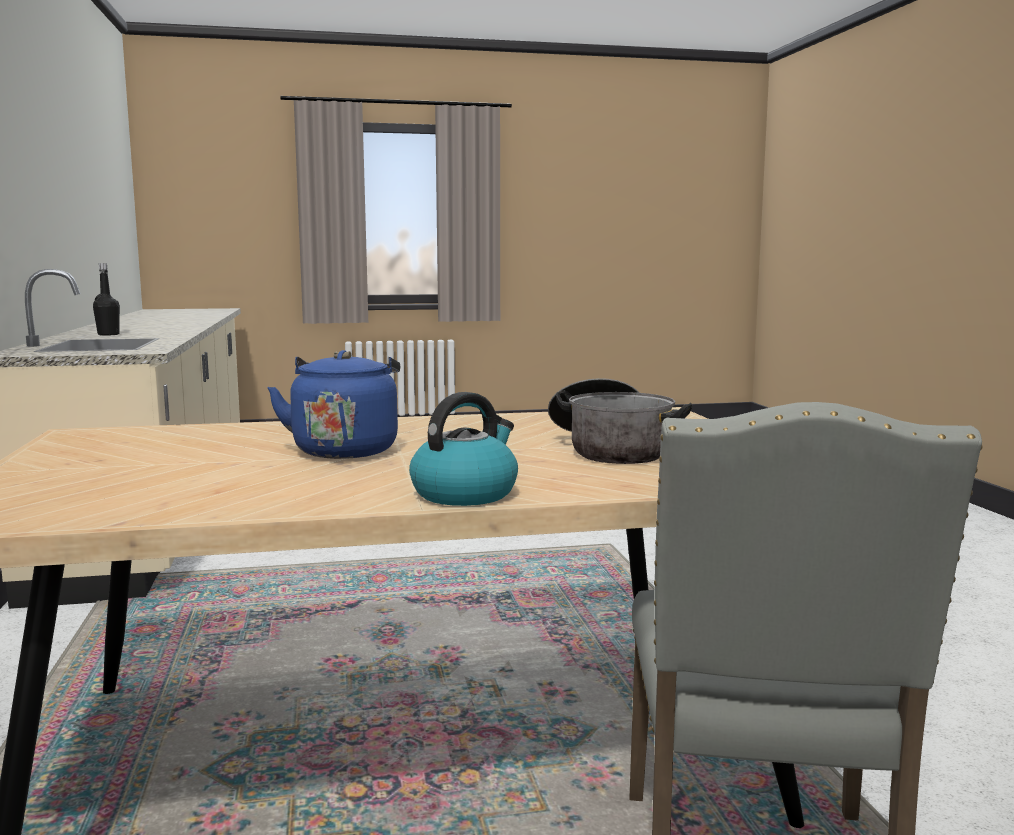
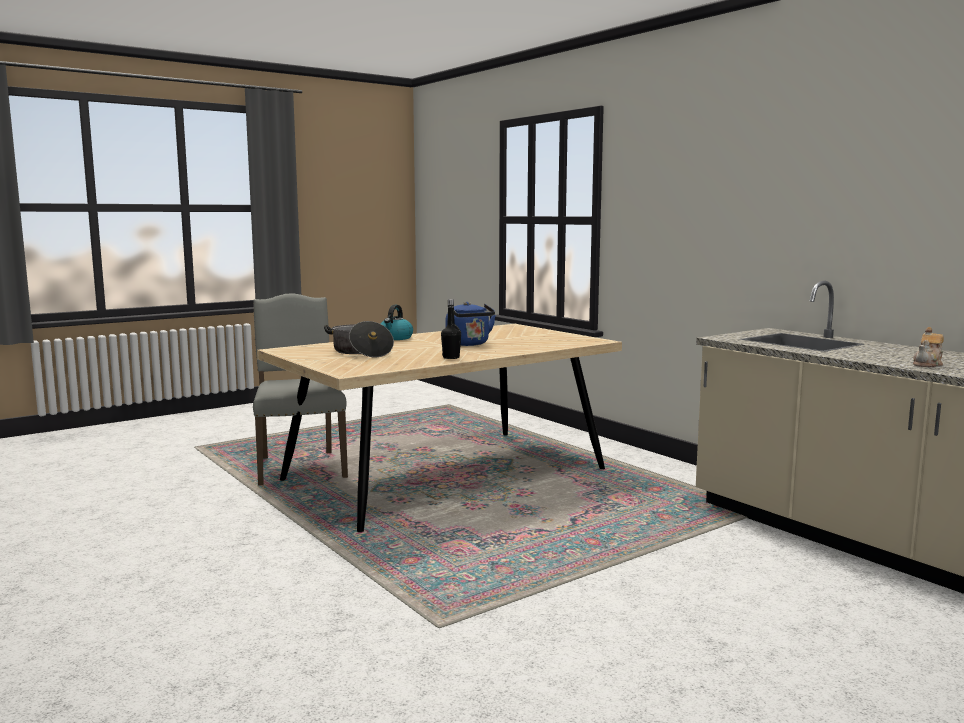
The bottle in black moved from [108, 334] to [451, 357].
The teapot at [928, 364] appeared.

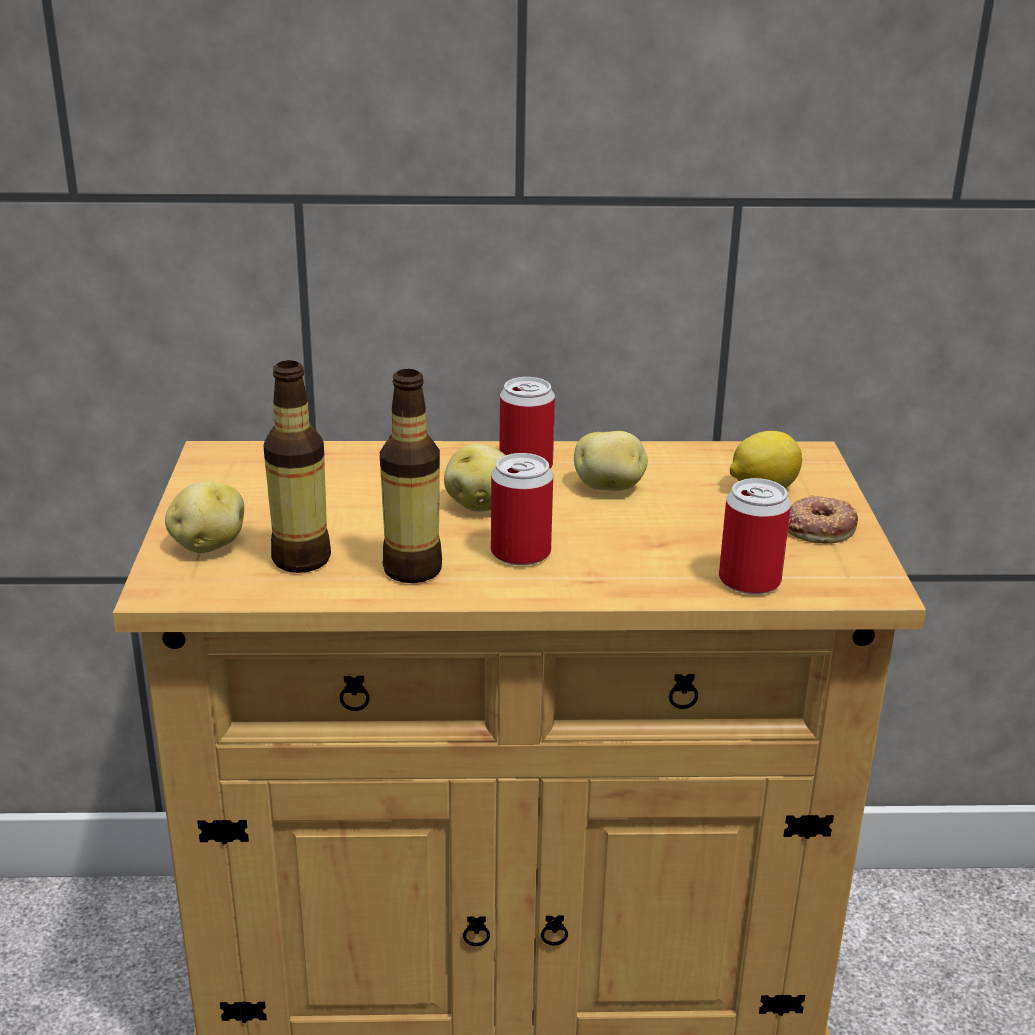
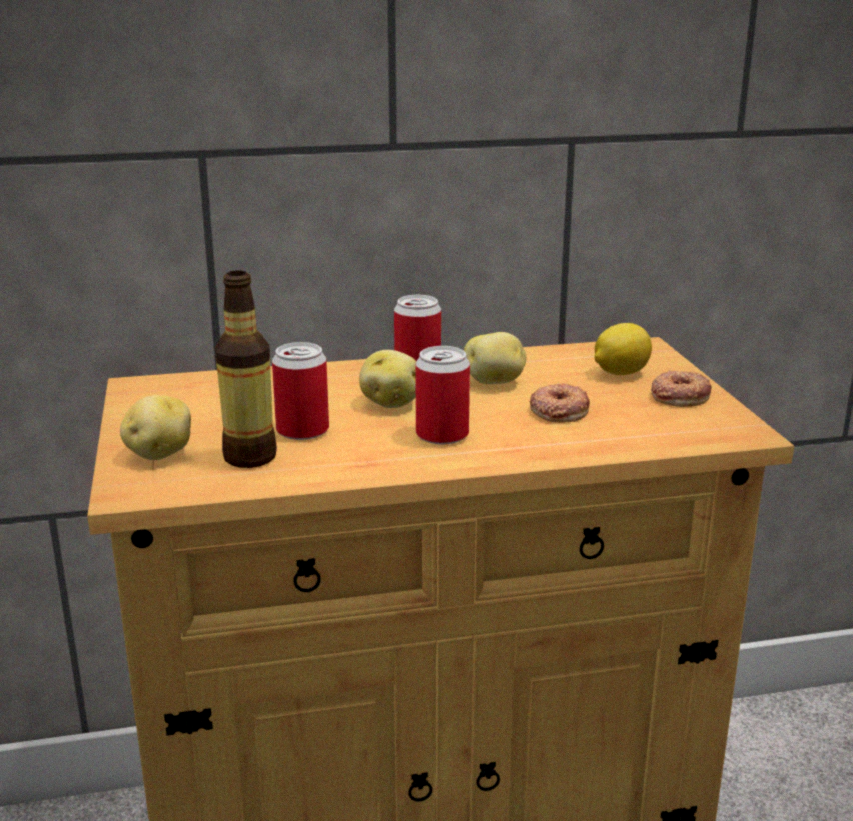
The can moved from [749, 580] to [302, 431].
The donut at [558, 410] appeared.
The bottle at [412, 569] disappeared.

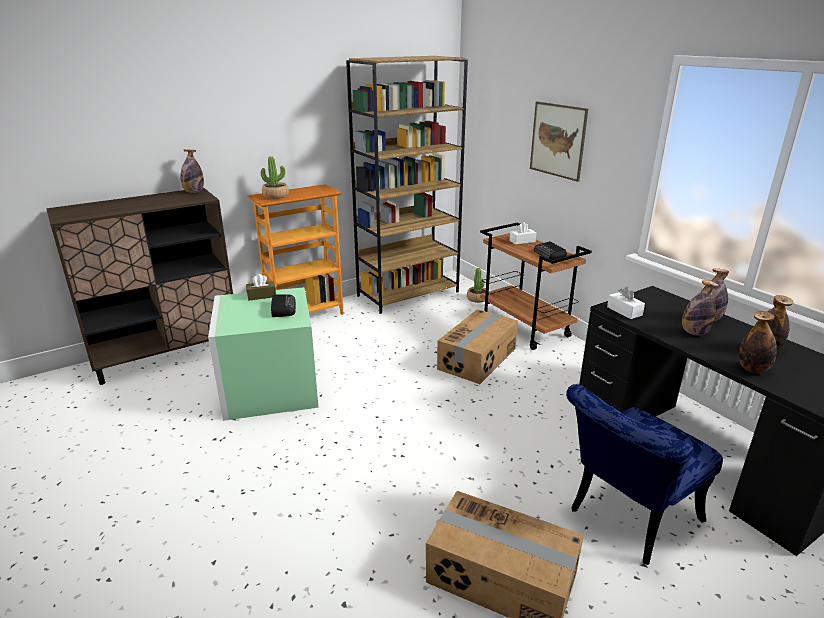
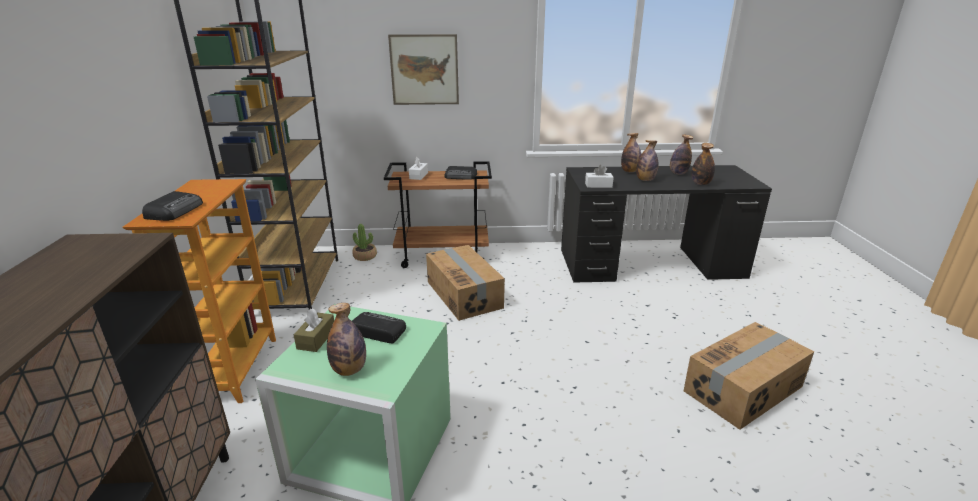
The potted plant at [276, 196] was replaced by the radio at [175, 211].
The bottle moved from [194, 192] to [349, 370].
The chair in blue at [626, 518] disappeared.

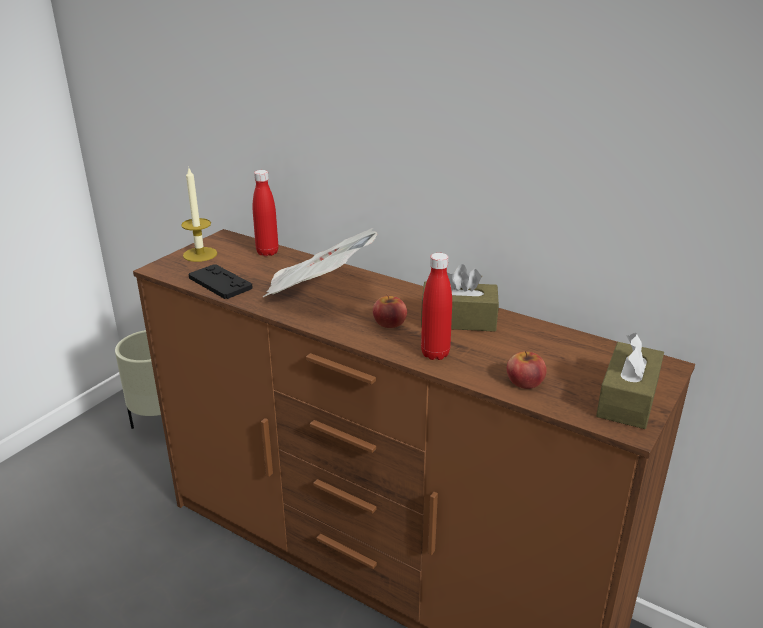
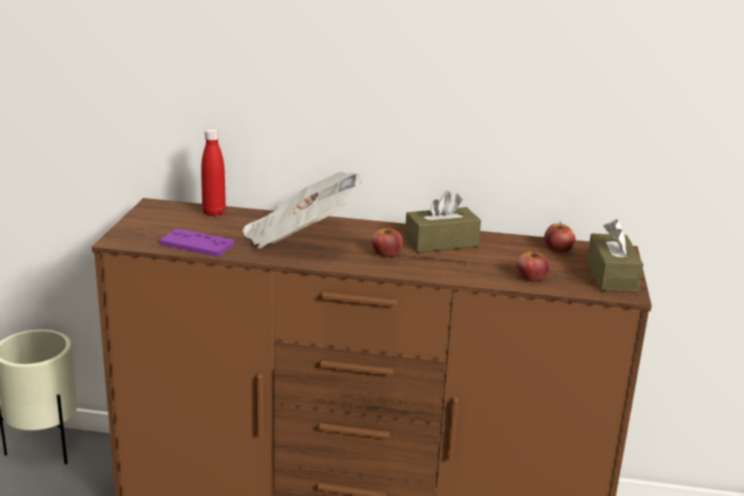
The game controller in black at [220, 283] became the game controller in purple at [197, 244].
The apple at [558, 248] appeared.
The candle at [200, 254] disappeared.
The bottle in red at [435, 354] disappeared.

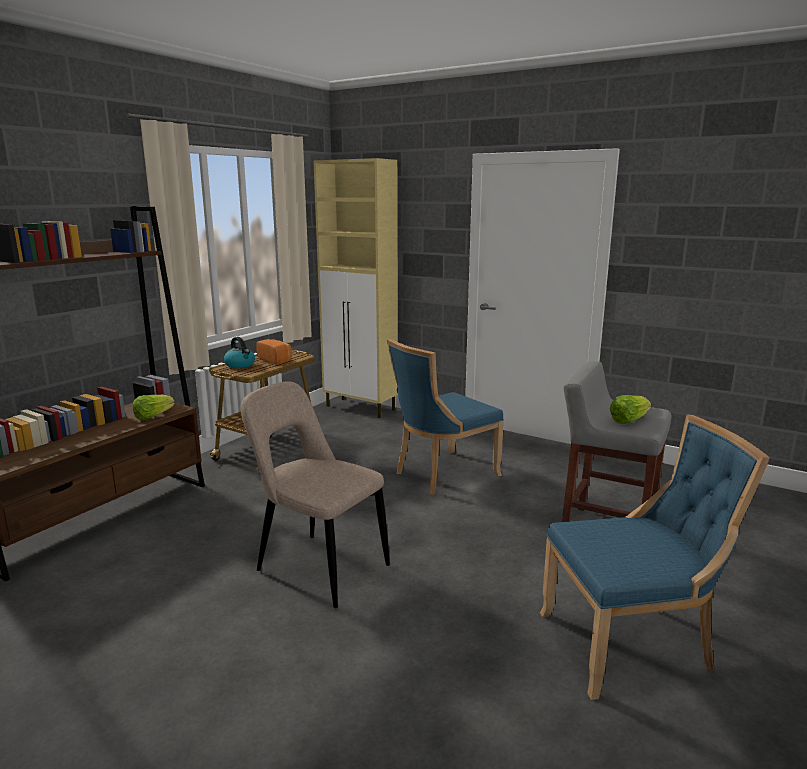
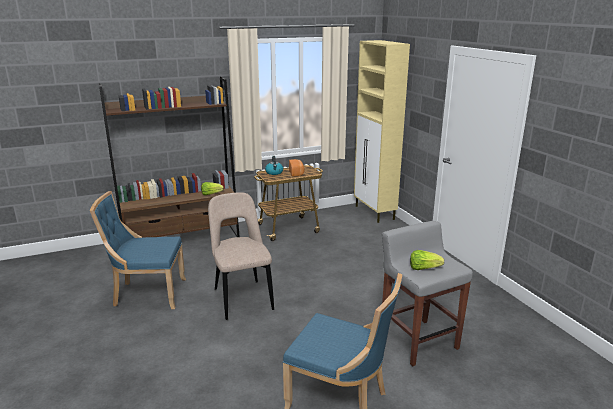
The chair in blue moved from [442, 474] to [147, 294].

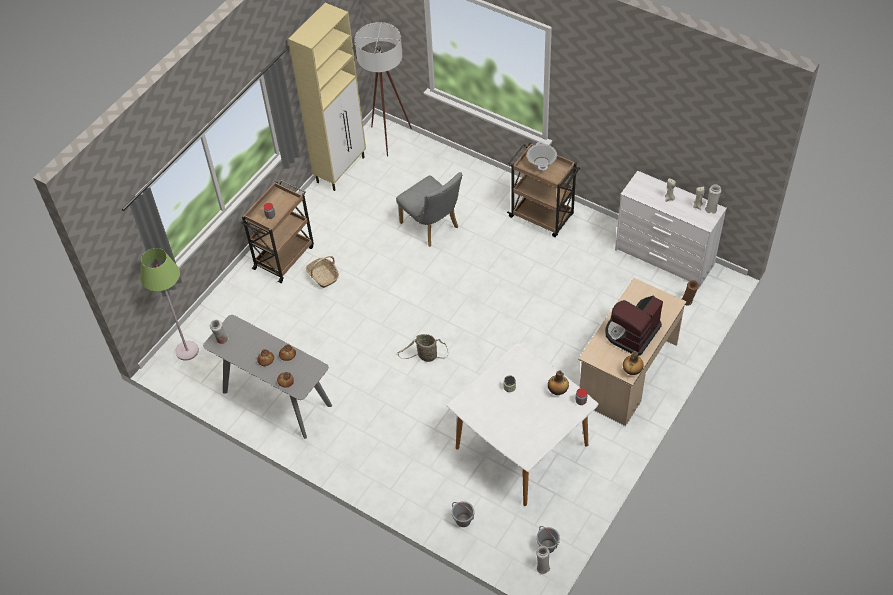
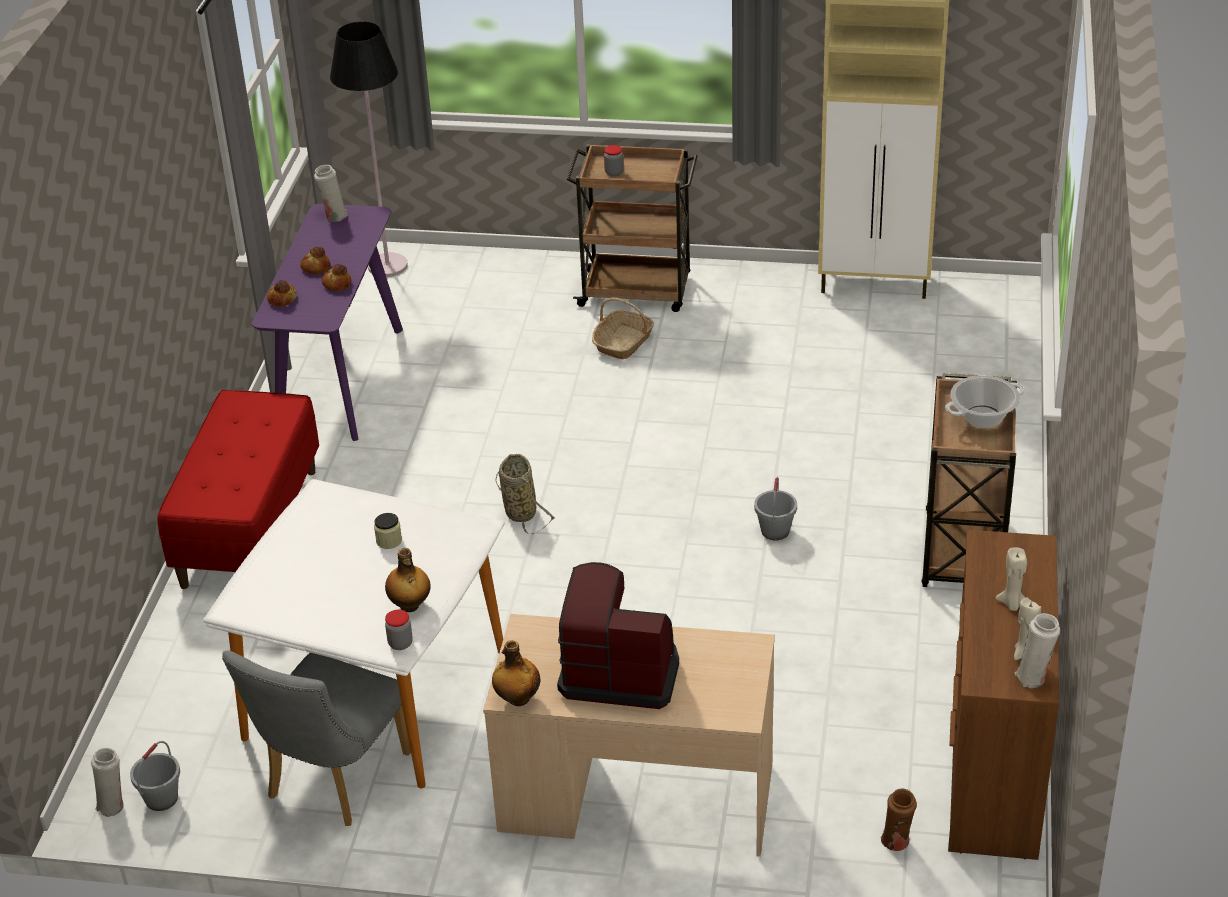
The bench in red at [249, 527] appeared.
The chair in grey moved from [432, 227] to [332, 782].
The console table in grey at [276, 399] became the console table in purple at [340, 380].
The floor lamp in green at [187, 351] became the floor lamp in black at [387, 266].
The bucket in grey moved from [463, 520] to [775, 531].
The dresser in white at [664, 258] became the dresser in brown at [992, 768].
The floor lamp in white at [389, 141] disappeared.

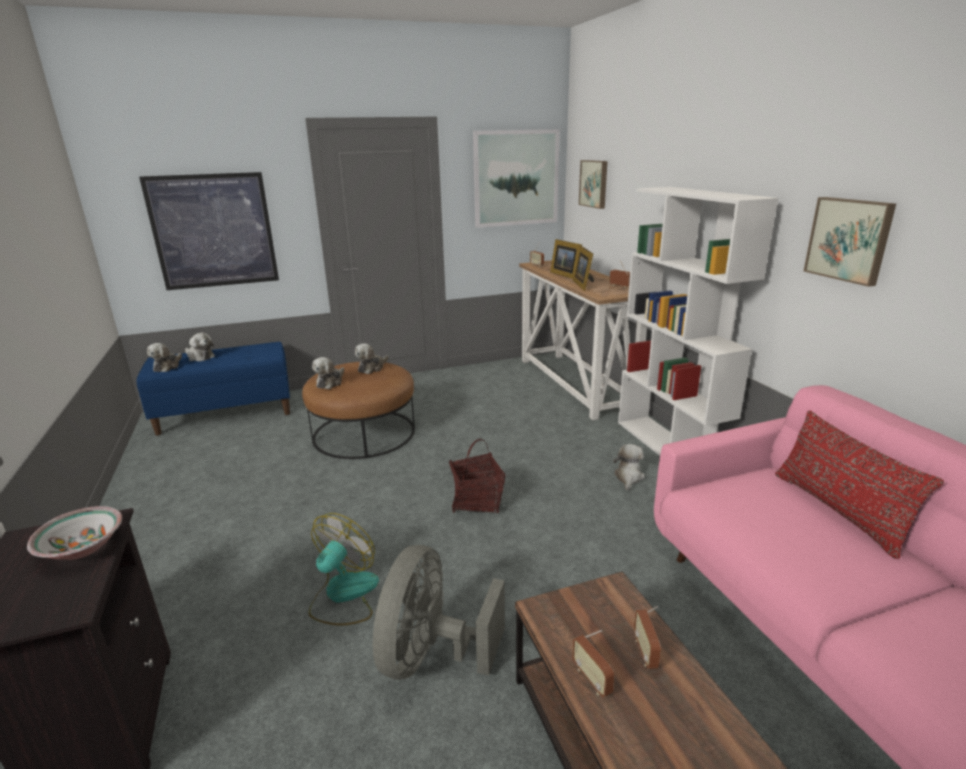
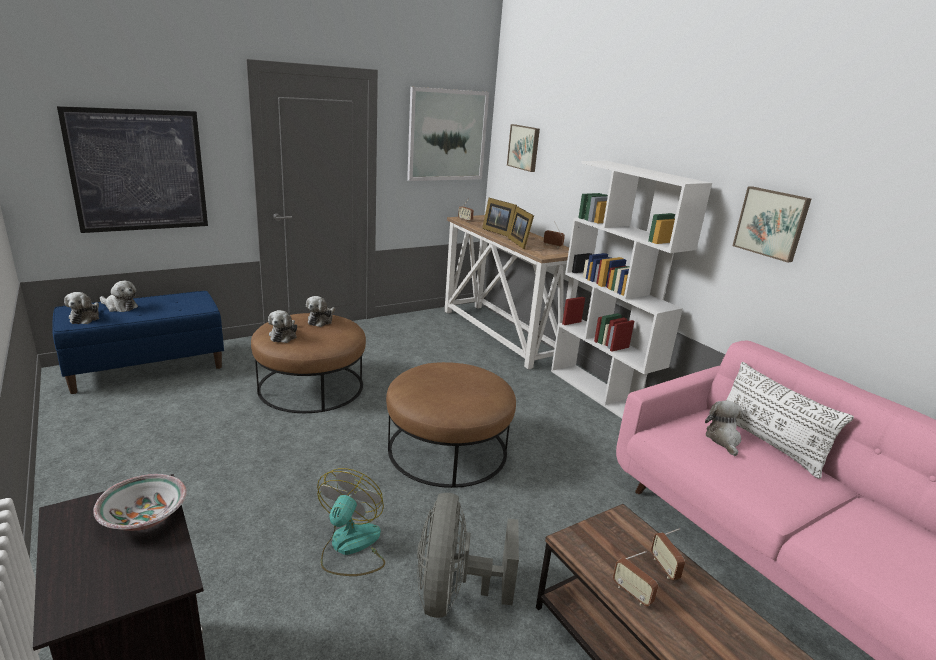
The basket at [477, 500] was replaced by the ottoman in brown at [447, 449].
The plush toy moved from [628, 477] to [723, 439].
The pillow in red at [838, 511] became the pillow in white at [768, 443].

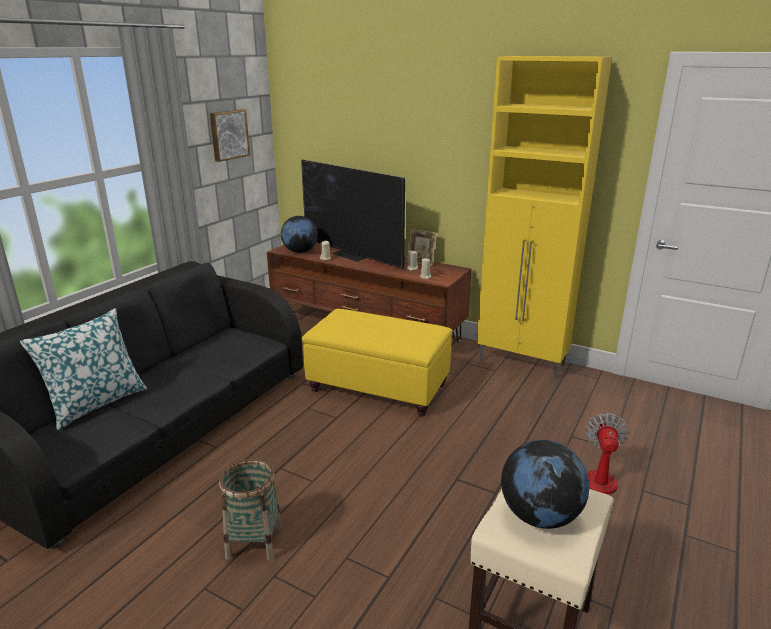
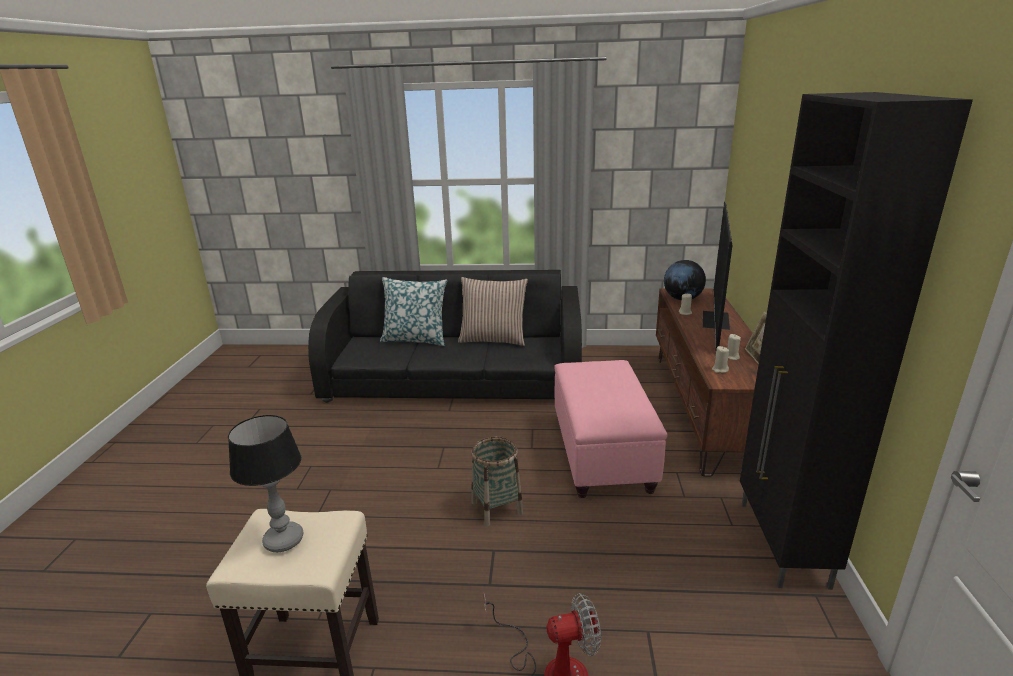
The globe at [540, 516] was replaced by the table lamp at [284, 540].
The pillow at [493, 339] appeared.
The basket moved from [254, 541] to [497, 508].
The ottoman in yellow at [379, 388] became the ottoman in pink at [602, 454].
The cabinet in yellow at [522, 362] became the cabinet in black at [782, 544].
The picture at [228, 135] disappeared.

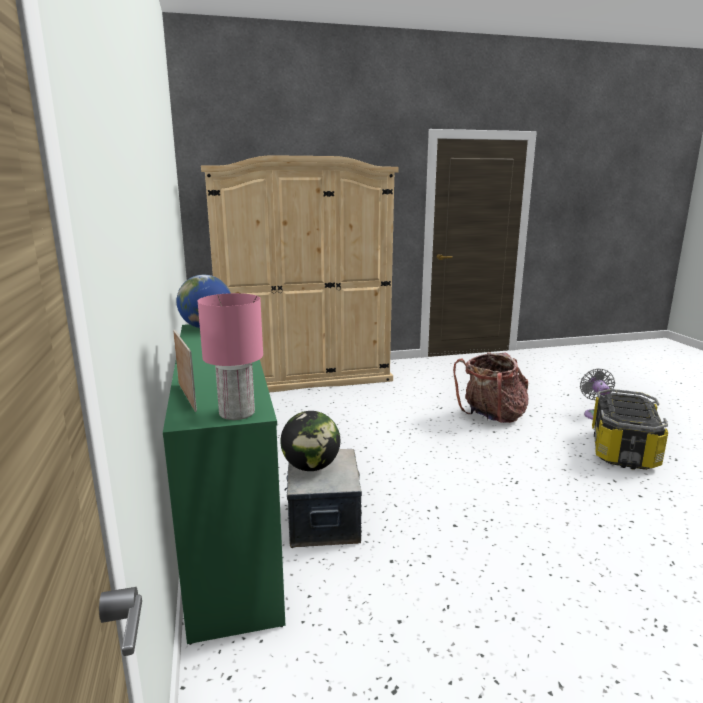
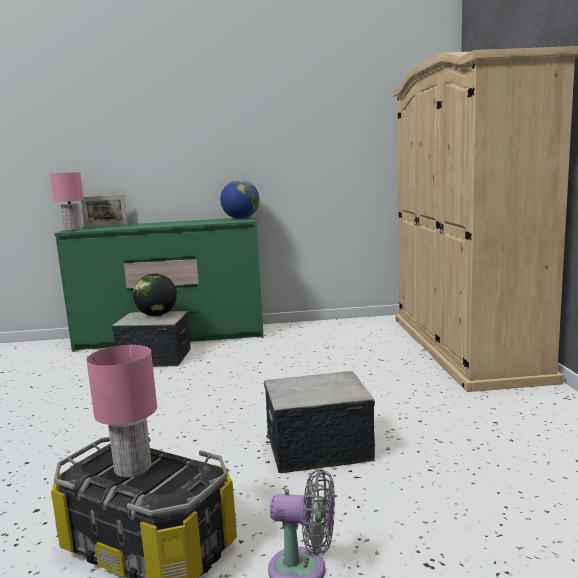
The table lamp in pink at [132, 468] appeared.
The backpack at [492, 417] was replaced by the storage box at [318, 448].

